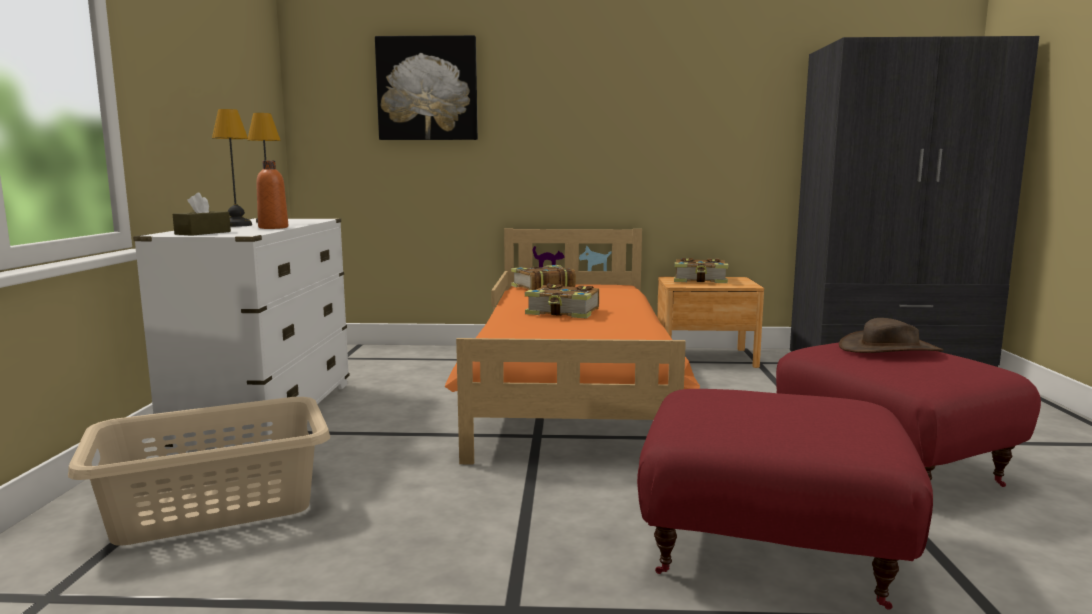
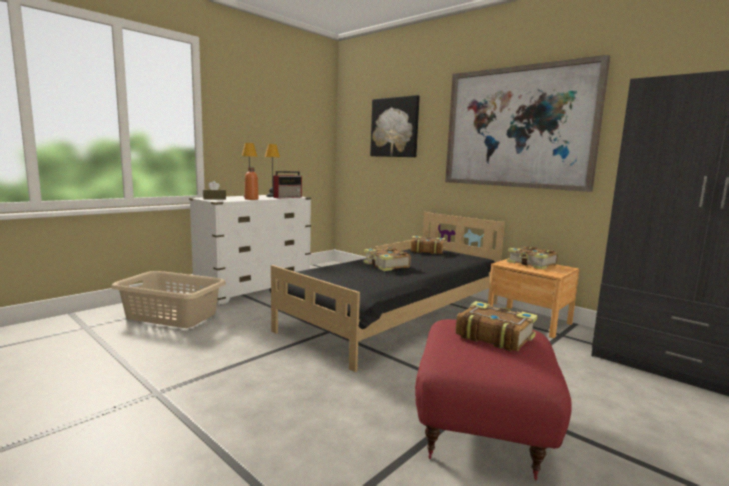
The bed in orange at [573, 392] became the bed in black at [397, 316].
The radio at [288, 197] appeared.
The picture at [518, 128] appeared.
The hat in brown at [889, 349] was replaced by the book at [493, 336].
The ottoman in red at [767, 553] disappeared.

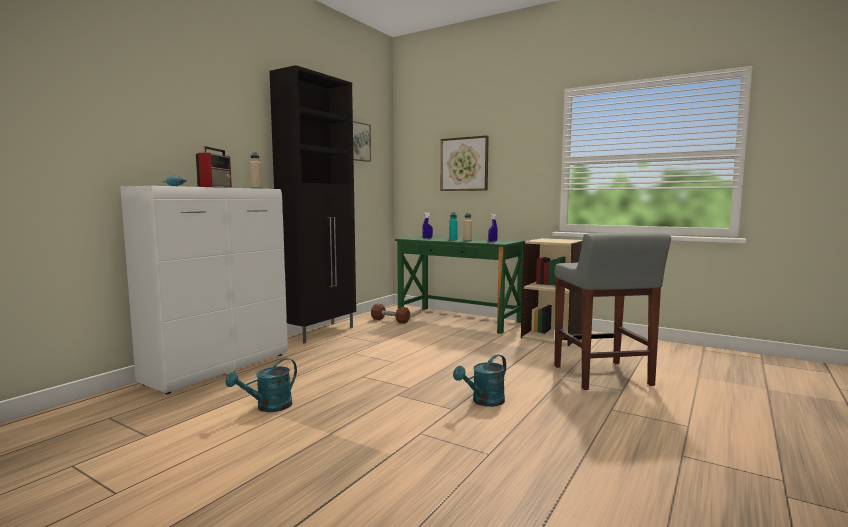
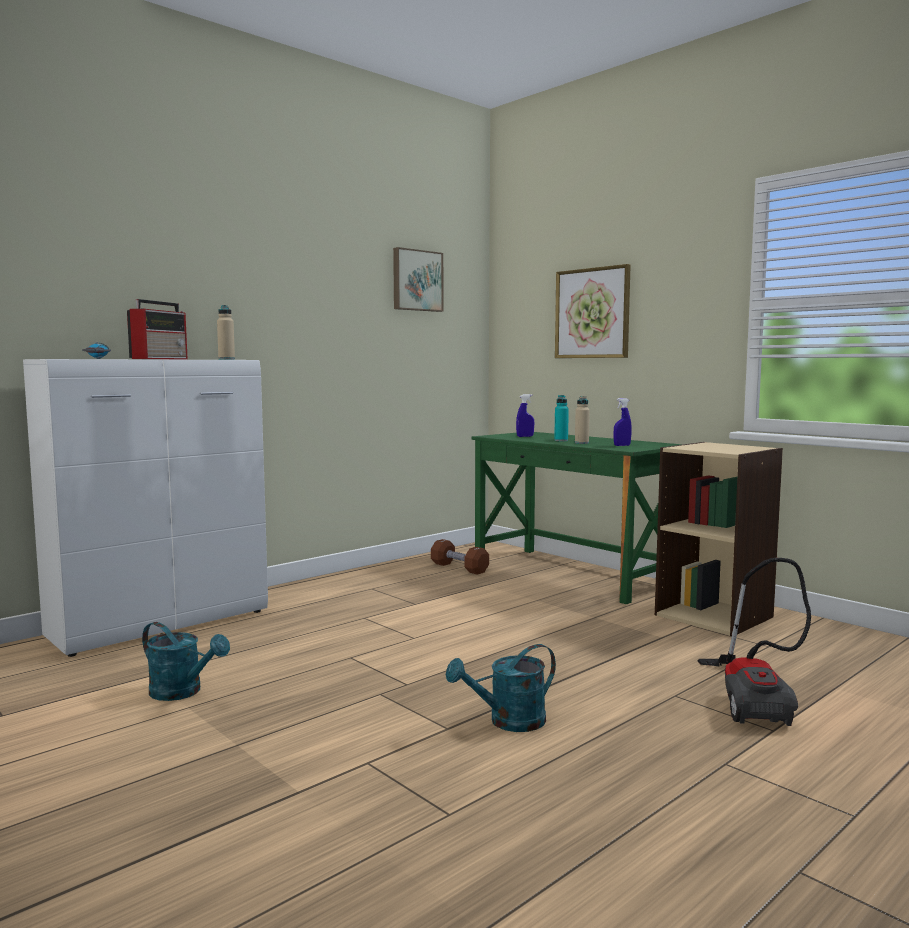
The watering can in turquoise at [268, 407] turned 120 degrees counterclockwise.
The stool in grey at [602, 376] was replaced by the vacuum cleaner at [754, 699].
The cabinet in black at [321, 332] disappeared.

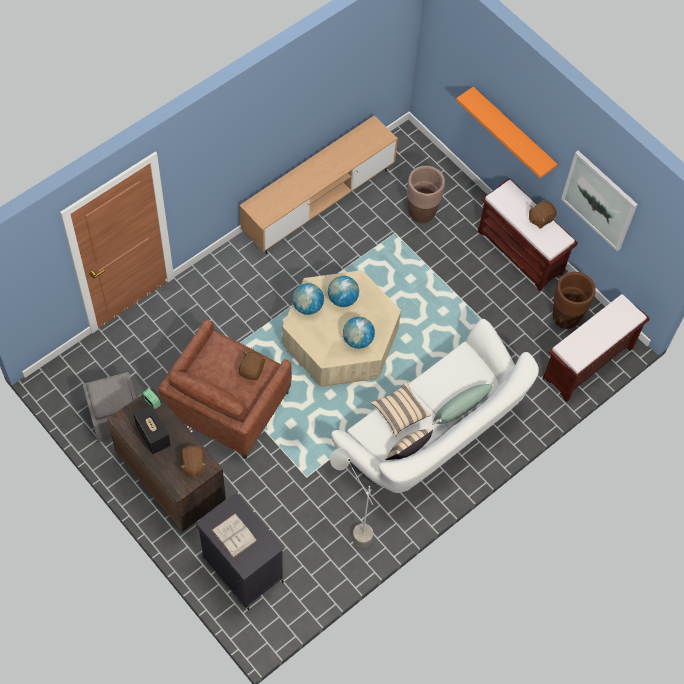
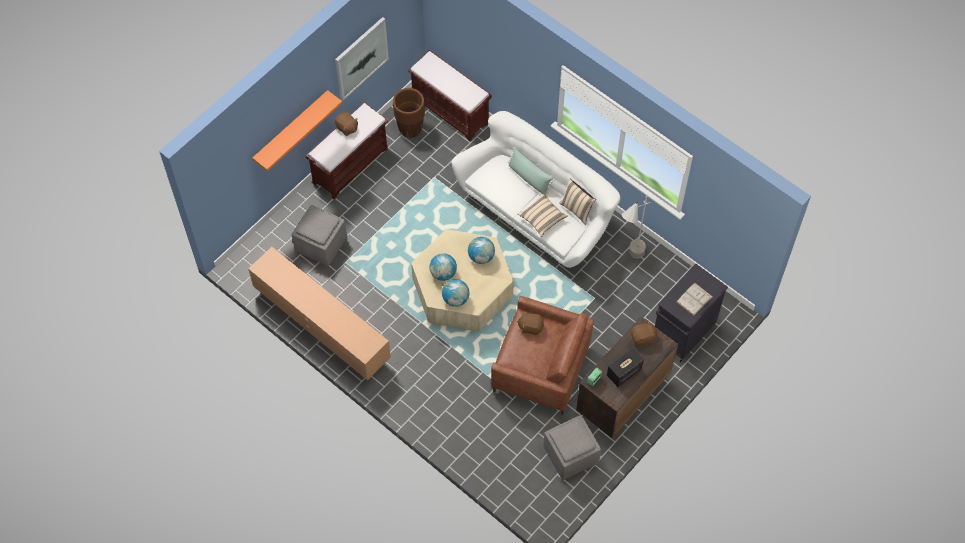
The planter in brown at [421, 213] was replaced by the ottoman in grey at [321, 244].

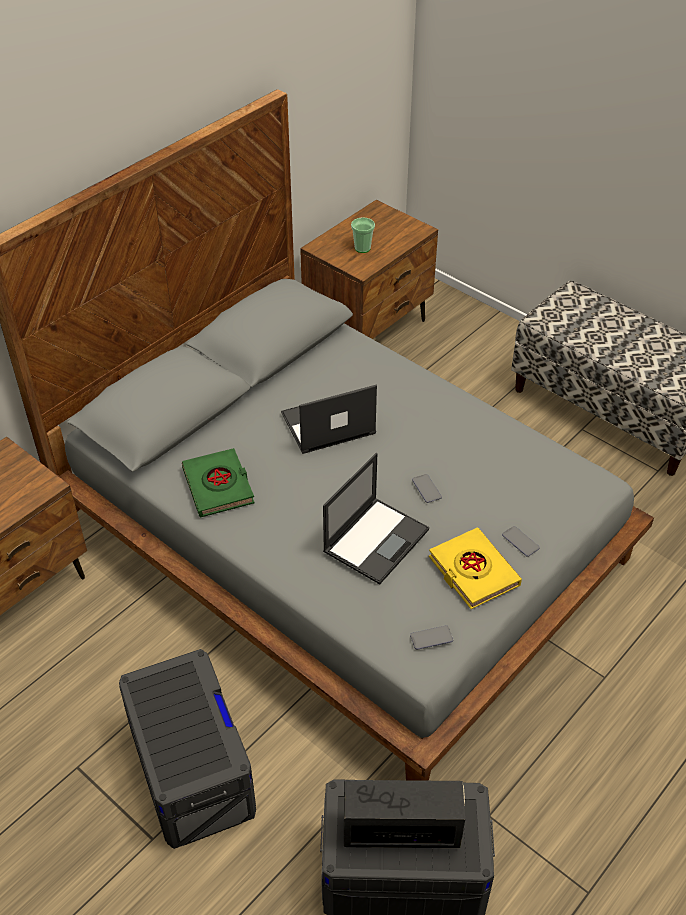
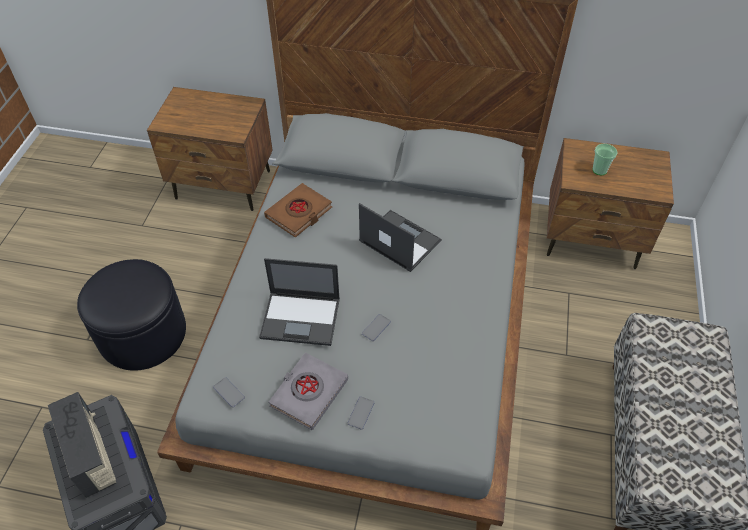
The storage box in grey at [191, 768] was replaced by the ottoman in black at [142, 333].
The book in green at [218, 486] became the book in brown at [299, 213].
The book in yellow at [473, 572] became the book in grey at [308, 393].

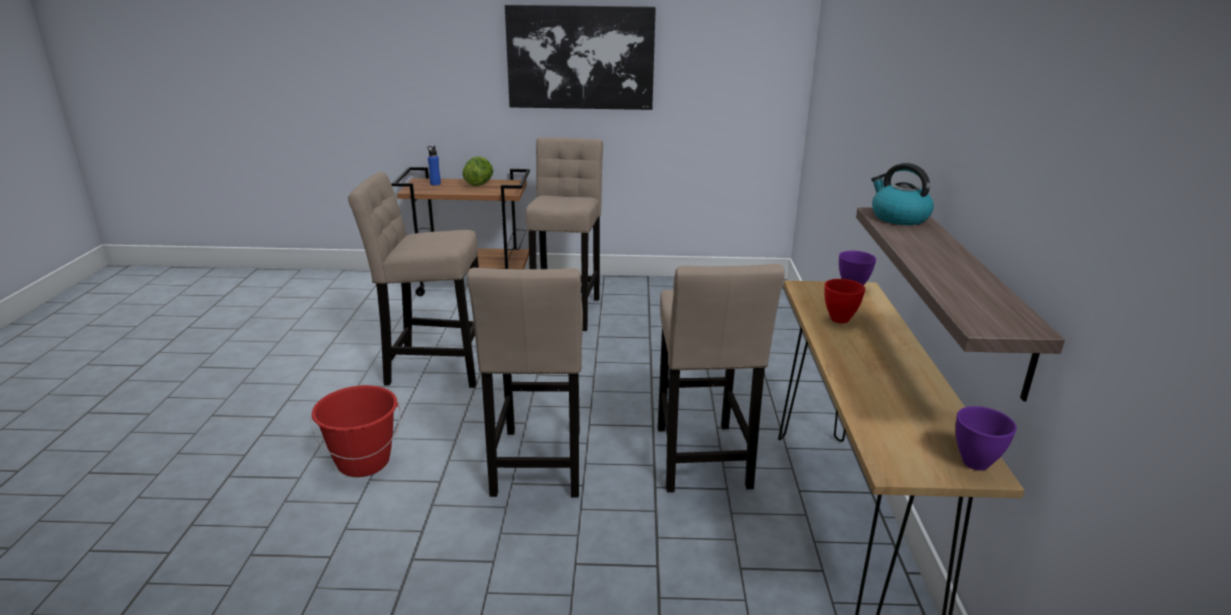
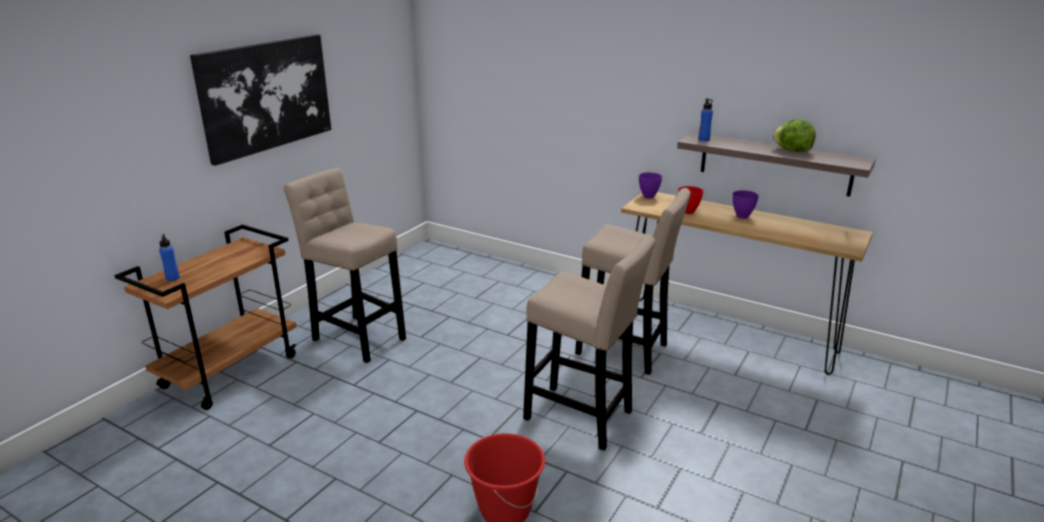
The kettle at [898, 217] was replaced by the bottle in blue at [704, 139].
The bowl in purple moved from [976, 462] to [742, 216].
The lettuce moved from [479, 184] to [792, 150].
The stool in beige at [432, 369] disappeared.

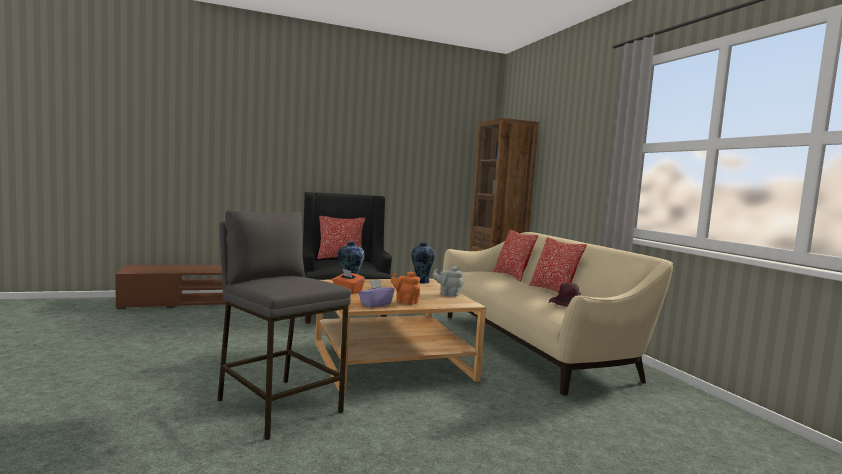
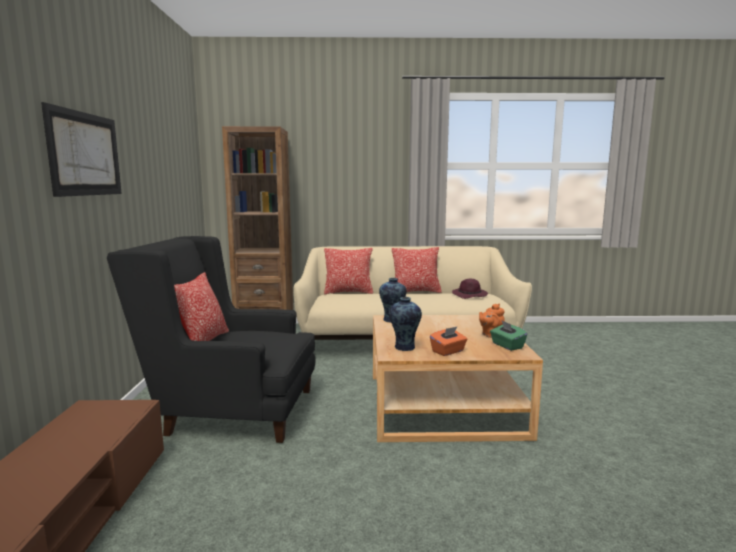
The picture at [85, 154] appeared.
The tissue box in purple at [375, 304] became the tissue box in green at [507, 346].
The stool in grey at [279, 406] disappeared.
The teapot in grey at [448, 294] disappeared.

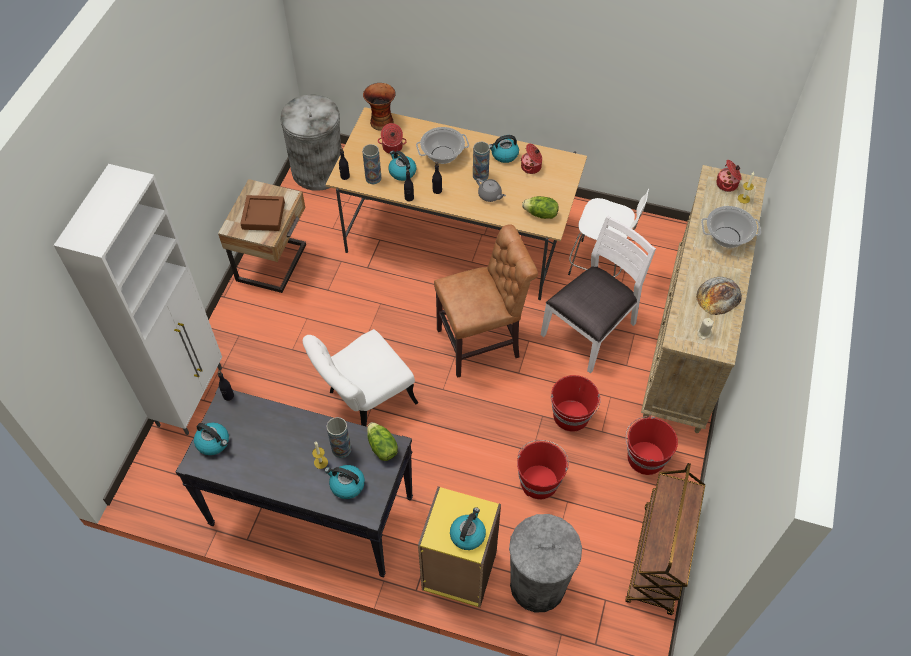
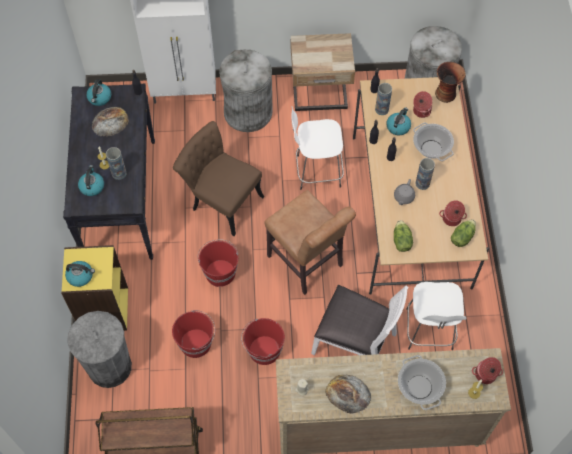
The bread at [110, 122] appeared.
The chair in white at [364, 401] became the chair in brown at [221, 200].
The bucket in red moved from [645, 458] to [220, 272].
The trash can in grey at [247, 112] appeared.
The stool in white at [316, 171] appeared.
The lettuce moved from [381, 447] to [462, 237].
The tray in brown at [263, 216] disappeared.
The kettle at [504, 155] disappeared.

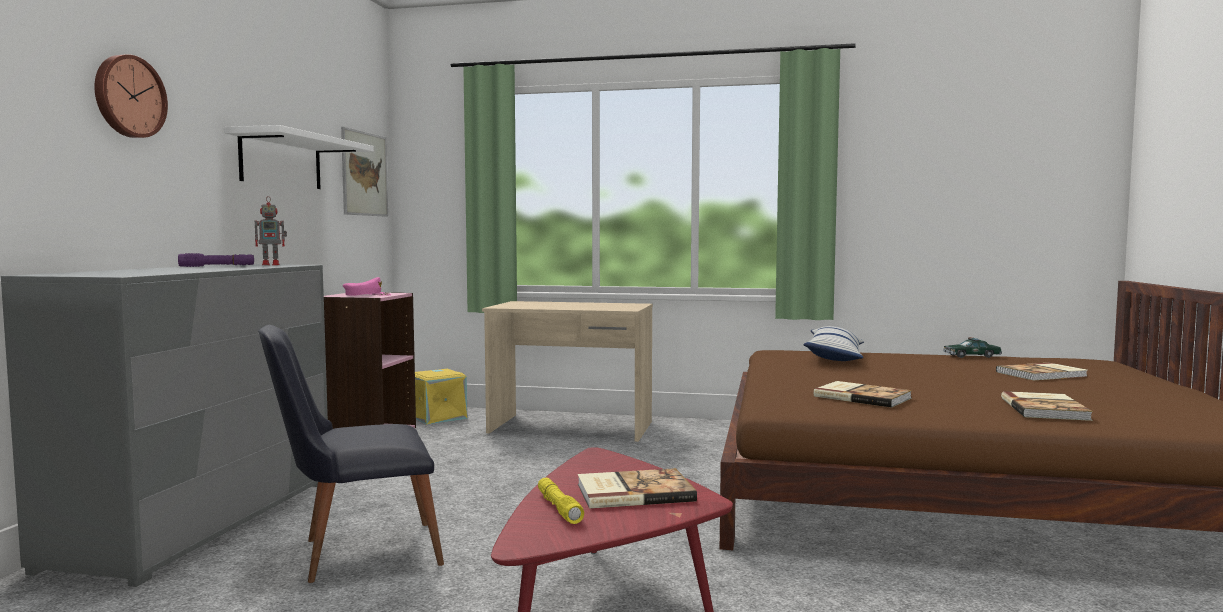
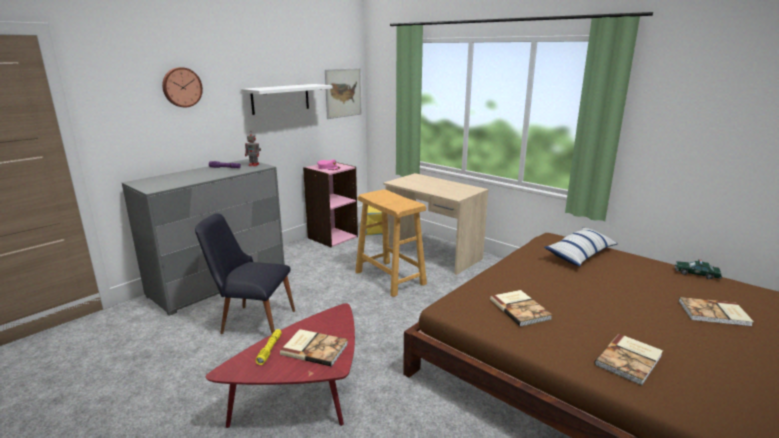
The stool in beige at [390, 278] appeared.

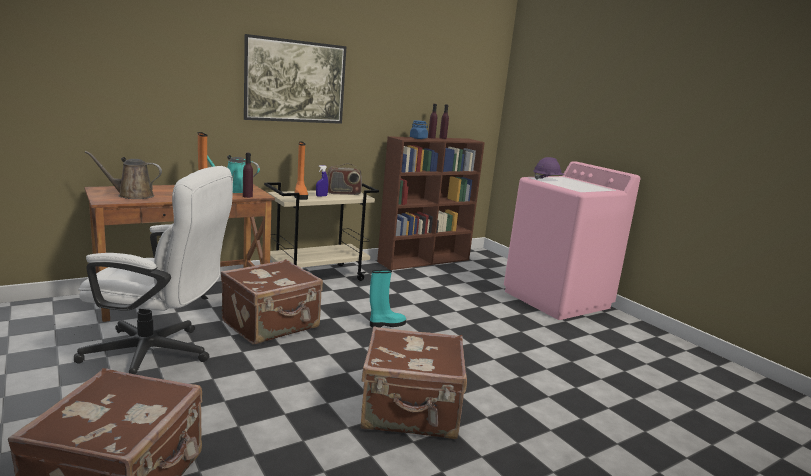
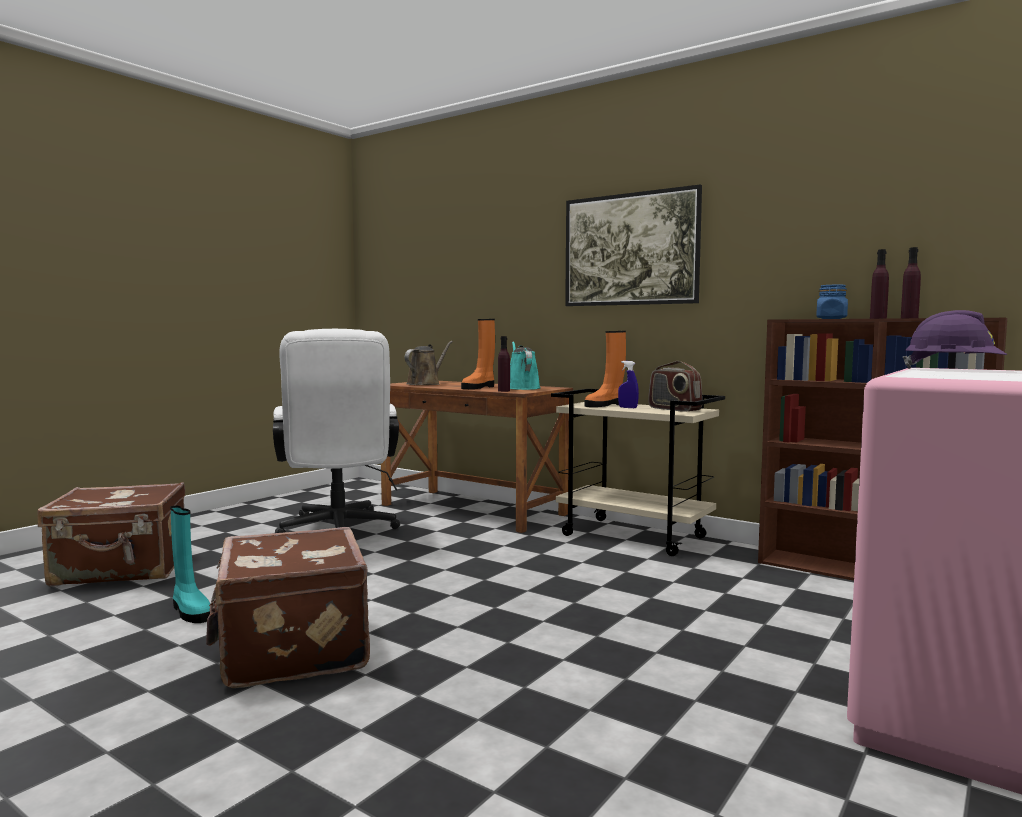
The boot in turquoise moved from [386, 324] to [190, 612].
The watering can in brown at [132, 195] turned 60 degrees clockwise.
The suitcase in brown at [272, 325] disappeared.

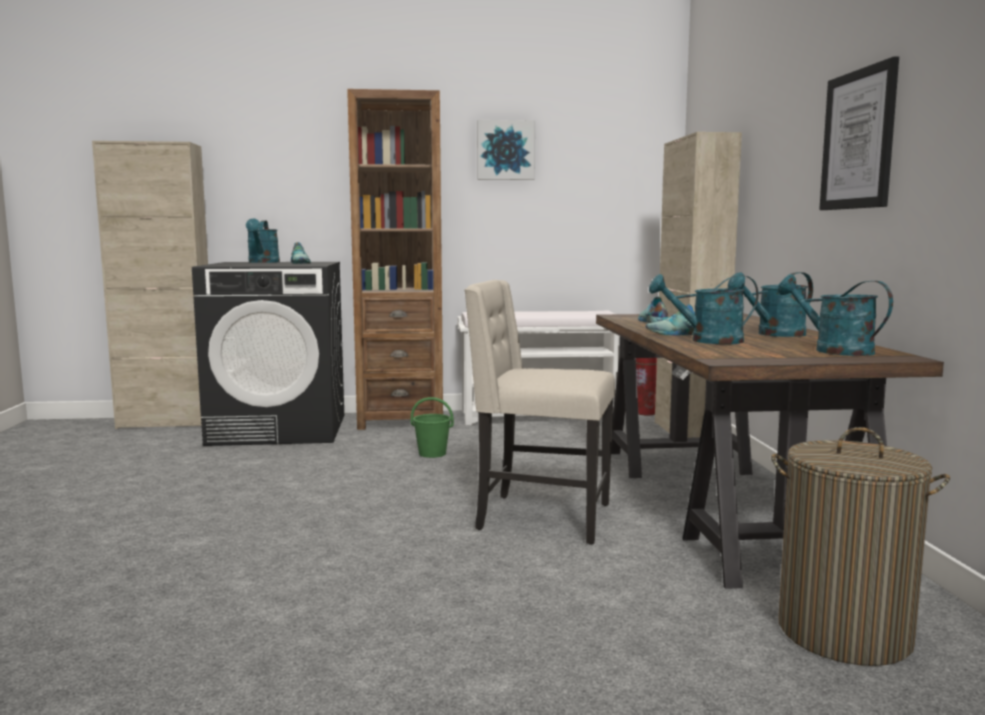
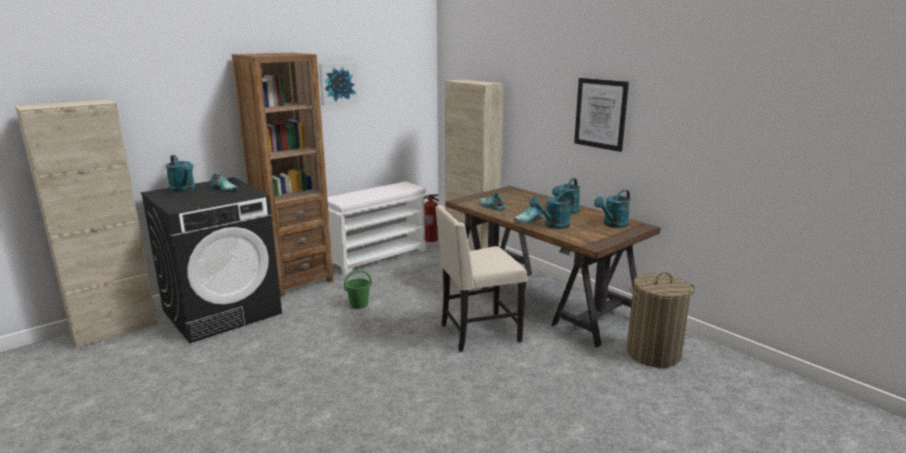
The watering can in turquoise at [833, 350] turned 60 degrees counterclockwise.

